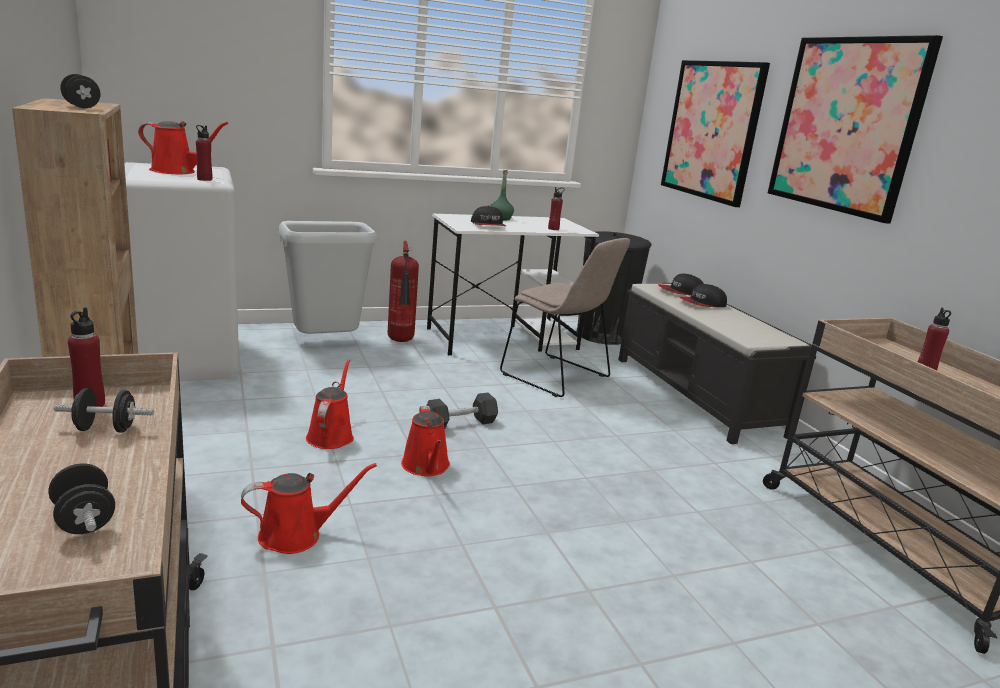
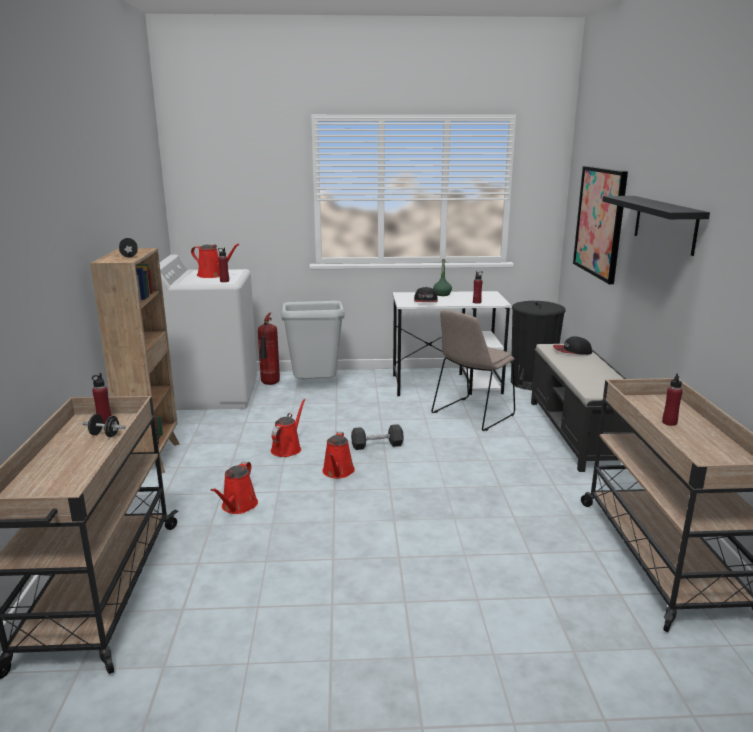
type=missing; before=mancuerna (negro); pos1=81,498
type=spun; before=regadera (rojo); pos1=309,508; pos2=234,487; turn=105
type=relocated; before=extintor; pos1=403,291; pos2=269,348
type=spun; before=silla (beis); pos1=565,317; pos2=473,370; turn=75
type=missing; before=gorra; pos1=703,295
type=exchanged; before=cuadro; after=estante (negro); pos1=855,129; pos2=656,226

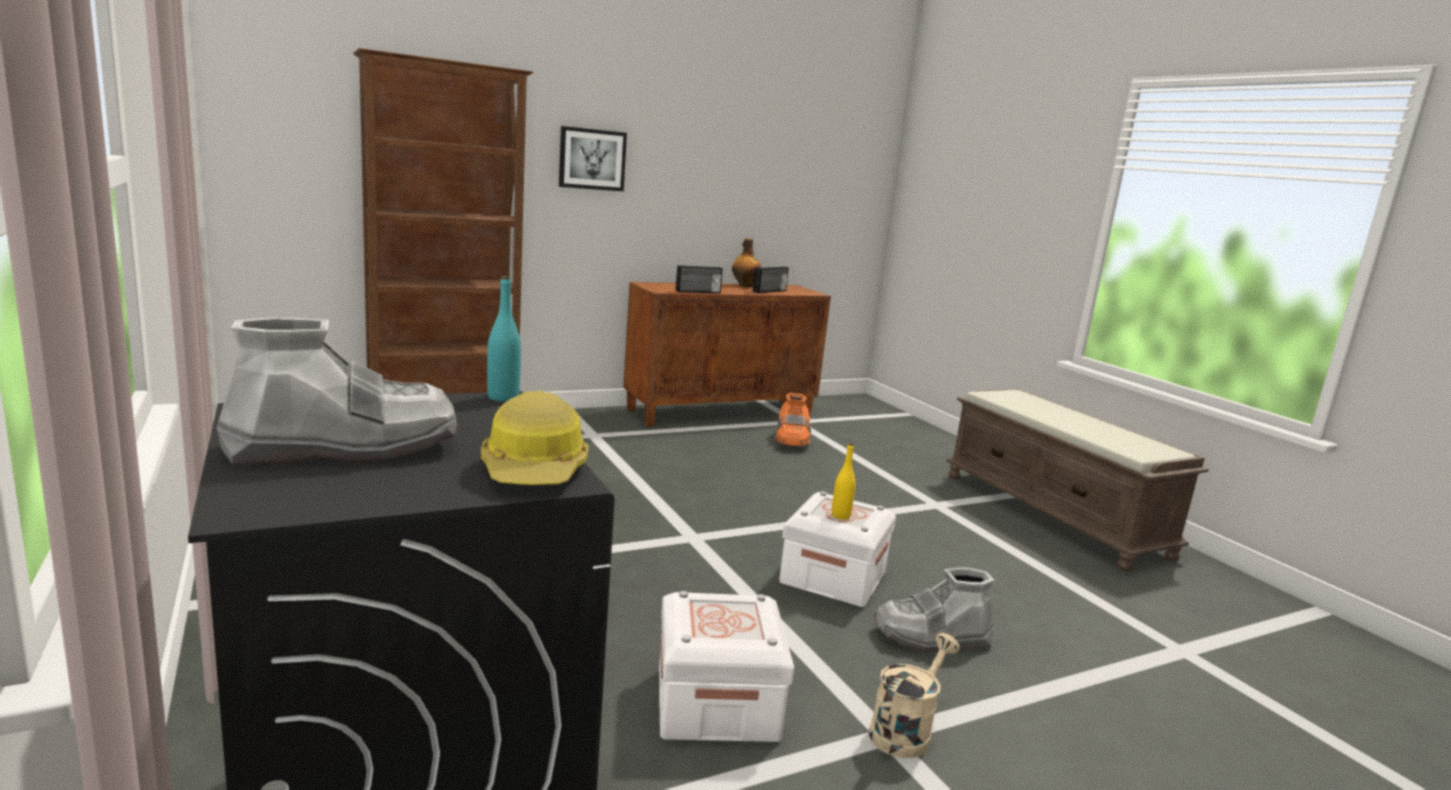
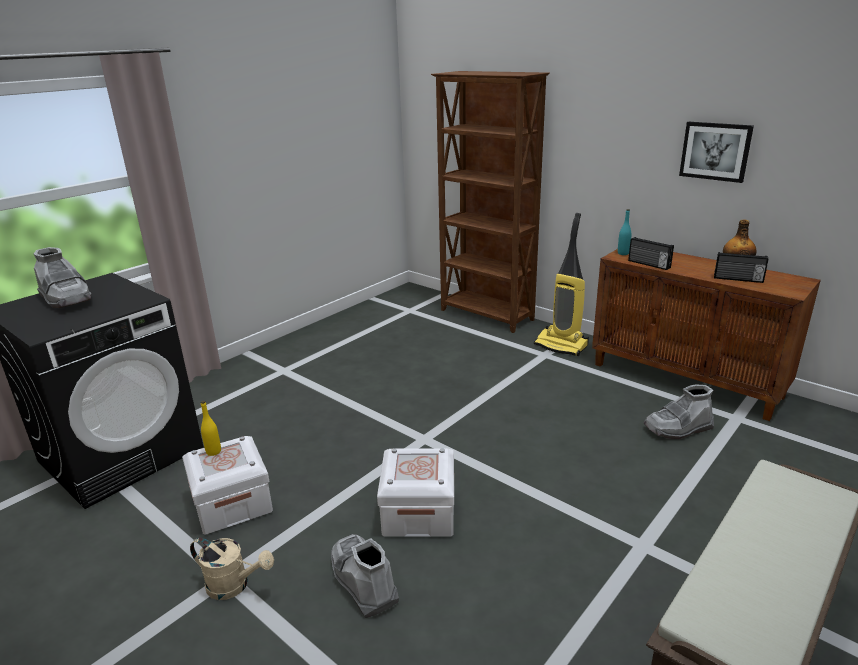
type=missing; before=casco; pos1=535,437
type=relocated; before=botella (turquesa); pos1=504,339; pos2=624,232
type=relocated; before=cuadro; pos1=593,158; pos2=716,152
type=colour; before=bota (naranja); after=bota (gris); pos1=793,420; pos2=679,411
type=relocated; before=botella (amarillo); pos1=844,481; pos2=211,428
type=appeared; after=aspiradora; pos2=561,284

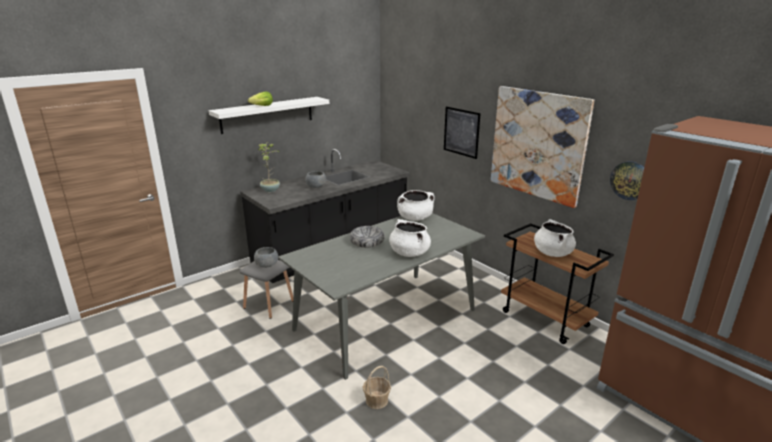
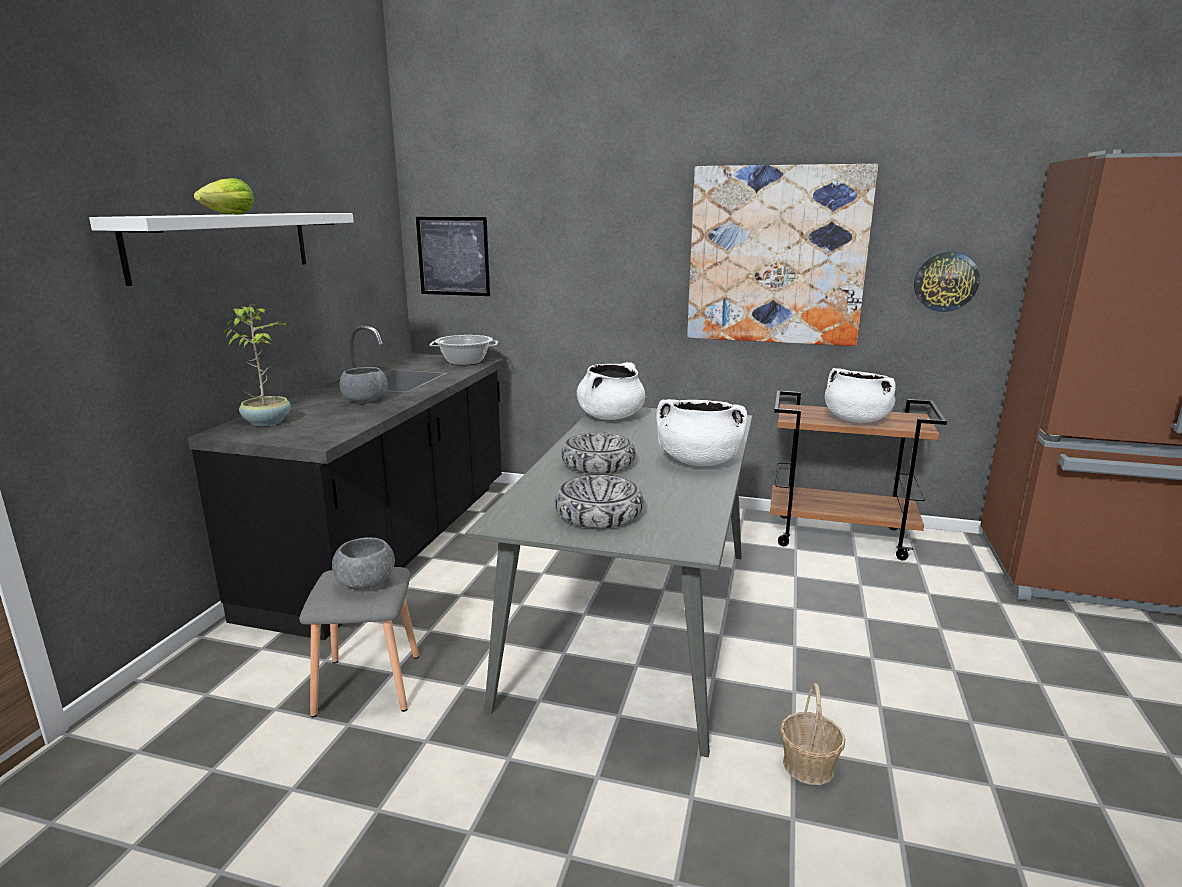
type=relocated; before=cuadro; pos1=462,132; pos2=453,256
type=appeared; after=olla; pos2=463,350
type=appeared; after=cuenco; pos2=599,501

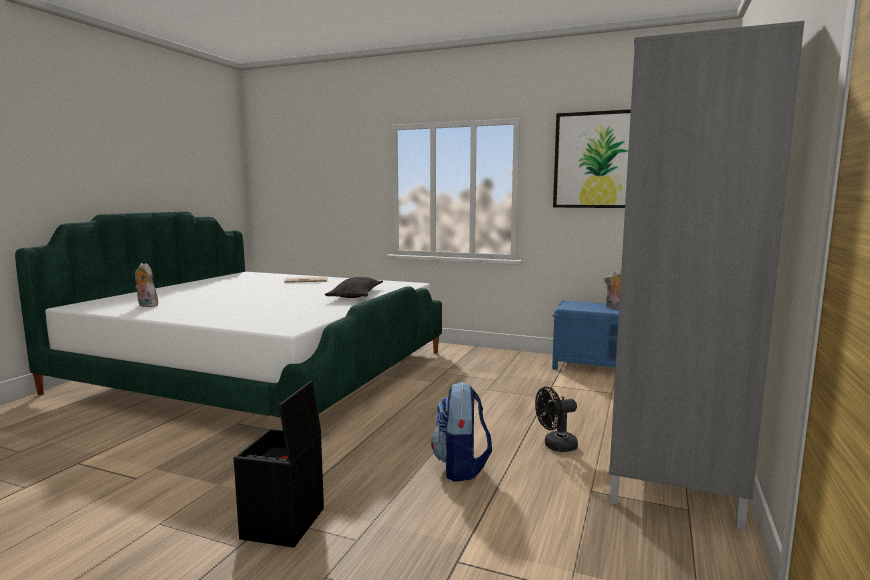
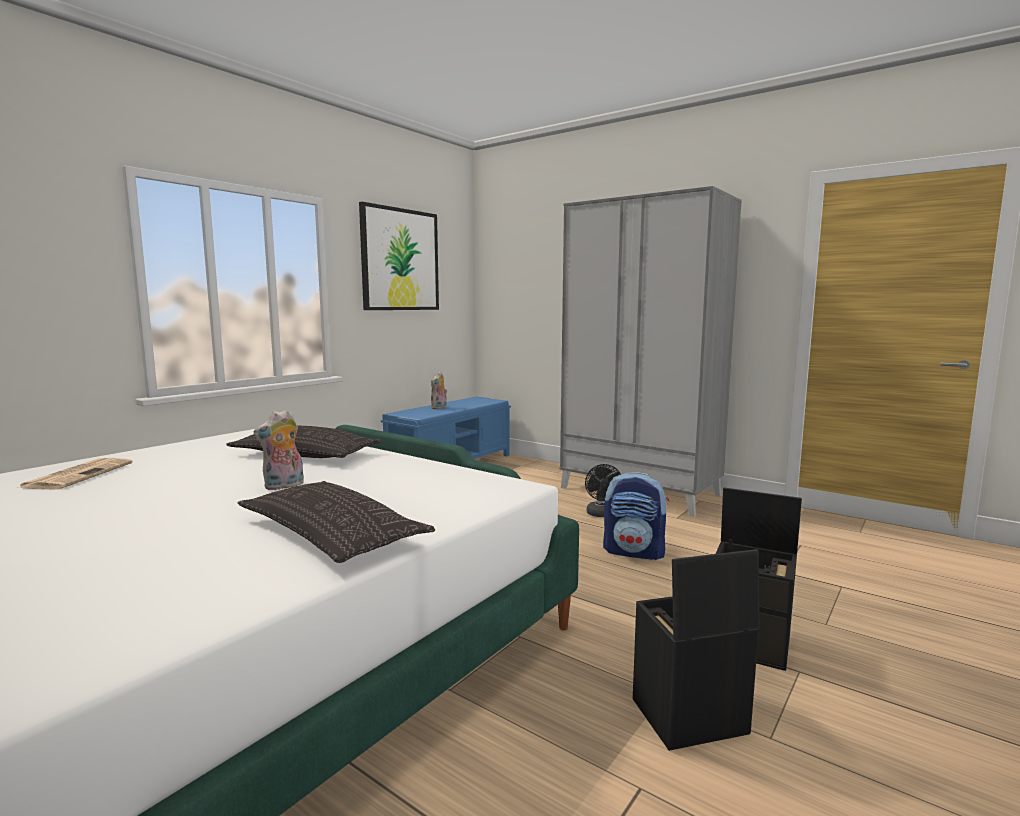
type=relocated; before=peluche; pos1=146,285; pos2=278,449
type=appeared; after=cojín; pos2=336,522
type=appeared; after=caja de almacenaje (negro); pos2=696,650

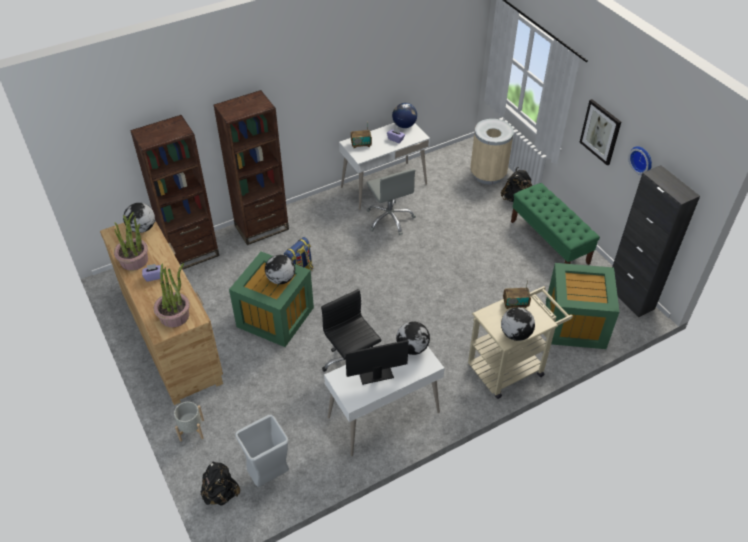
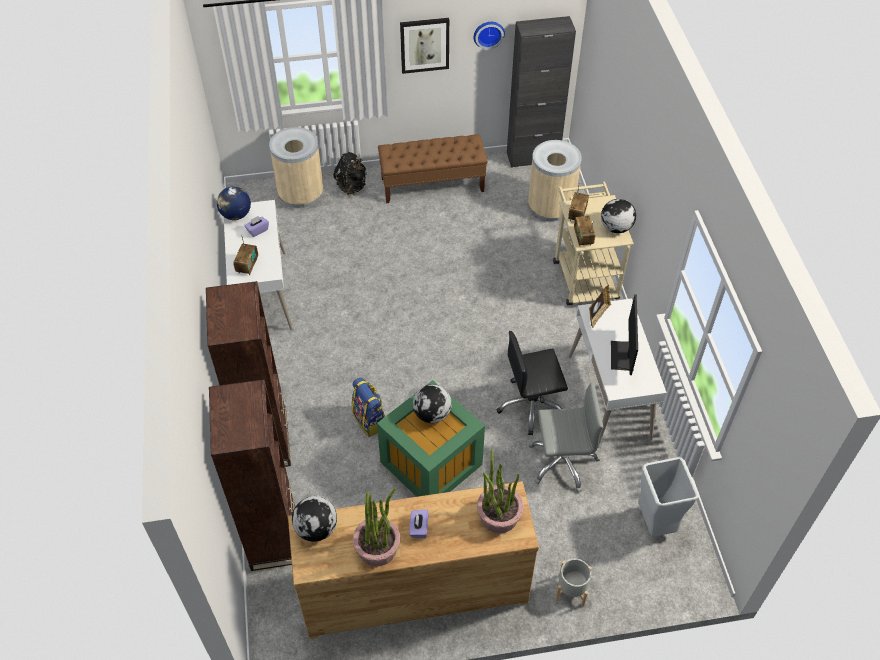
type=missing; before=mochila (negro); pos1=220,483
type=relocated; before=silla de oficina (gris); pos1=391,202; pos2=566,437
type=exchanged; before=globo terráqueo; after=portarretratos; pos1=413,338; pos2=600,306
type=colour; before=banco (verde); after=banco (marrón); pos1=555,224; pos2=433,168
type=exchanged; before=caja de almacenaje (verde); after=papelera (beis); pos1=582,306; pos2=555,180
type=appeared; after=radio; pos2=584,231

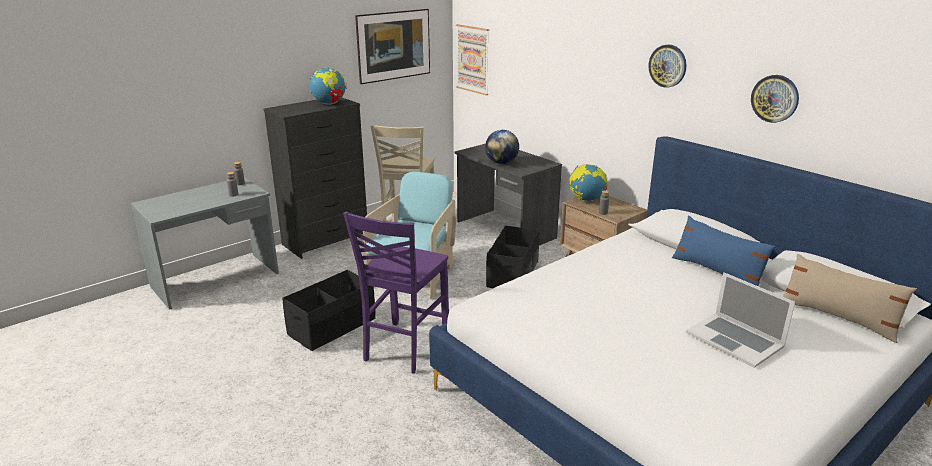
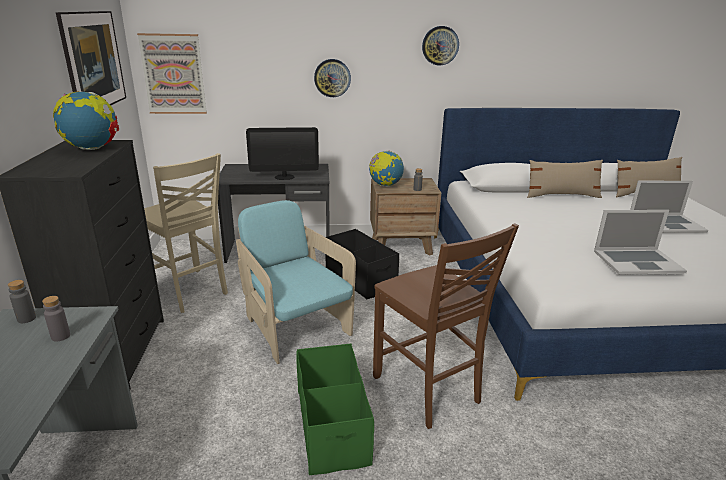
type=colour; before=caja de almacenaje (negro); after=caja de almacenaje (verde); pos1=329,310; pos2=335,409
type=colour; before=silla (morado); after=silla (marrón); pos1=396,292; pos2=446,326
type=exchanged; before=globo terráqueo; after=monitor; pos1=502,147; pos2=282,153
type=colour; before=cojín (azul); after=cojín (beis); pos1=724,250; pos2=565,179
type=relocated; before=reloj de pared; pos1=775,99; pos2=332,78
type=appeared; after=portátil; pos2=640,242

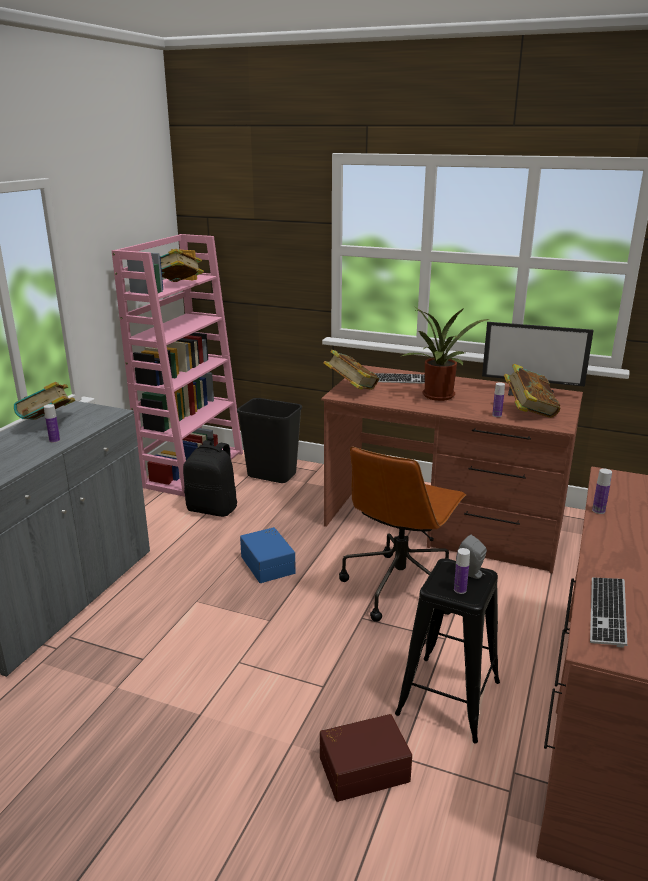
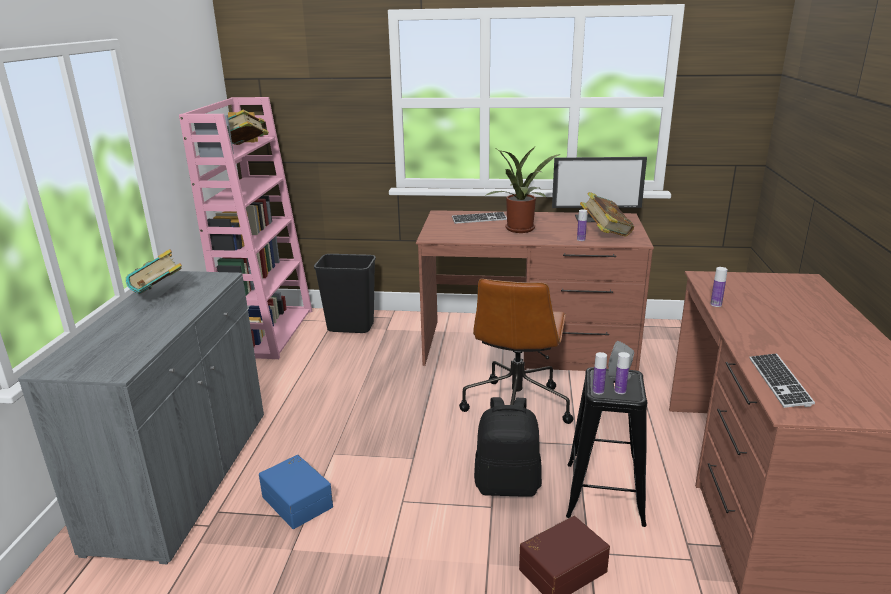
type=relocated; before=botella; pos1=52,423; pos2=599,373
type=relocated; before=mochila (negro); pos1=210,478; pos2=508,447
type=relocated; before=caja de almacenaje (azul); pos1=268,555; pos2=296,492
type=missing; before=libro; pos1=351,370

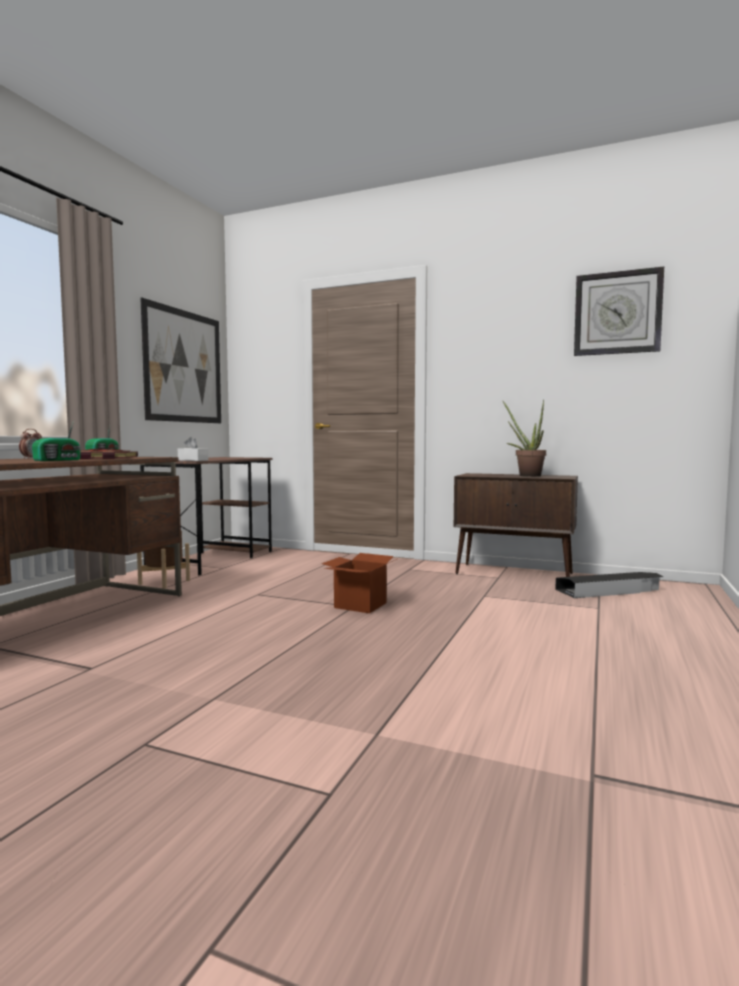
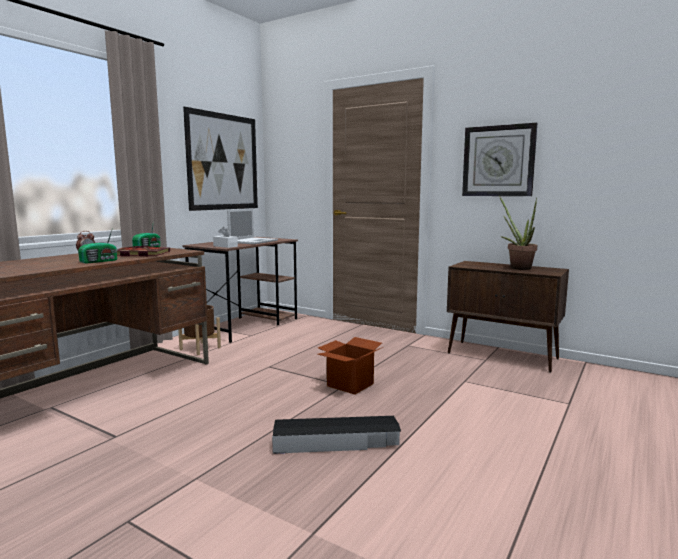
type=relocated; before=caja de almacenaje (negro); pos1=609,585; pos2=336,435
type=relocated; before=reloj de pared; pos1=619,311; pos2=499,159
type=appeared; after=portátil; pos2=252,226

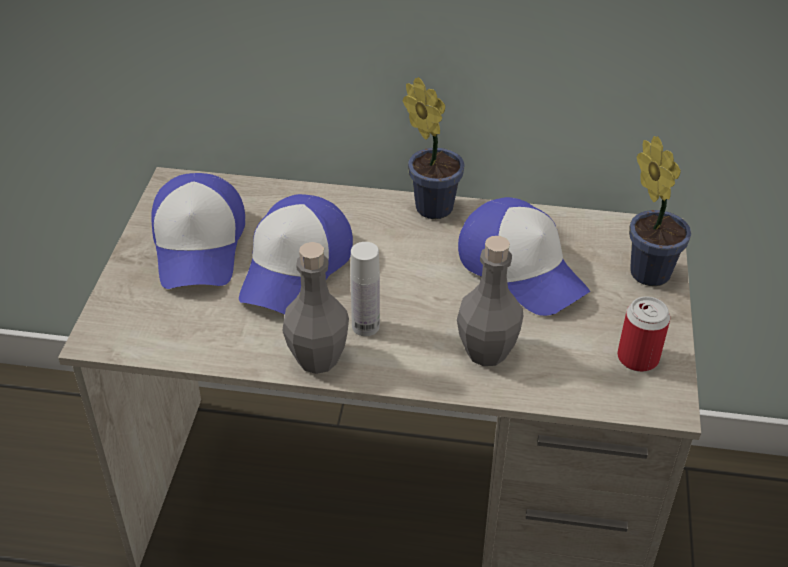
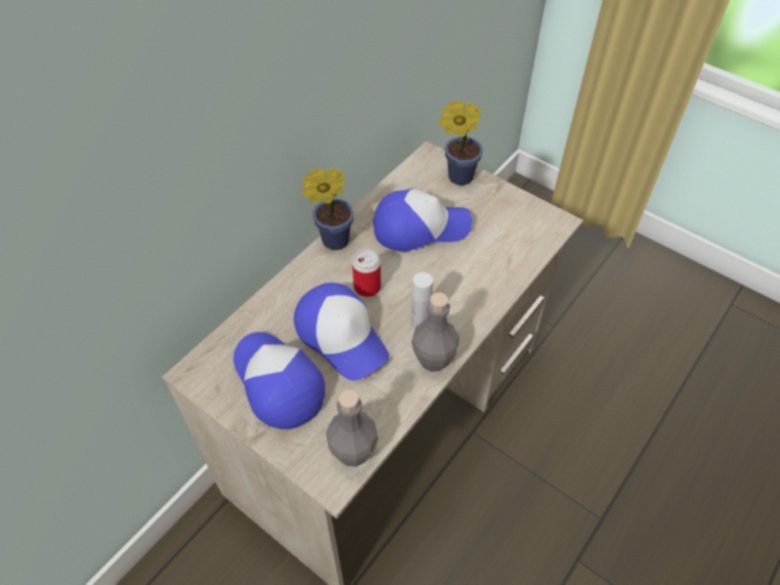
type=spun; before=gorra; pos1=198,231; pos2=279,380; turn=-150
type=relocated; before=botella (gris); pos1=490,301; pos2=352,428
type=relocated; before=lata; pos1=643,334; pos2=366,273

